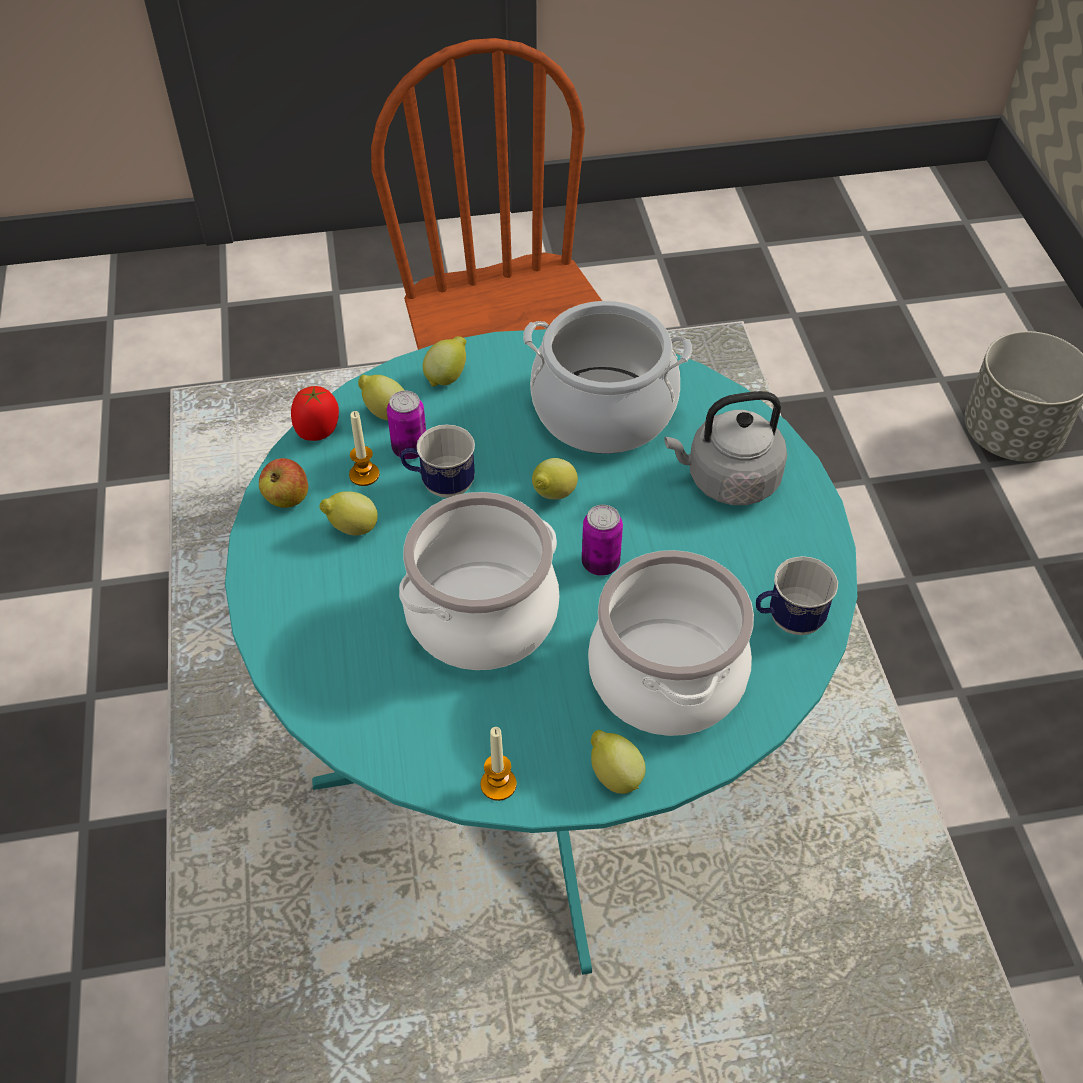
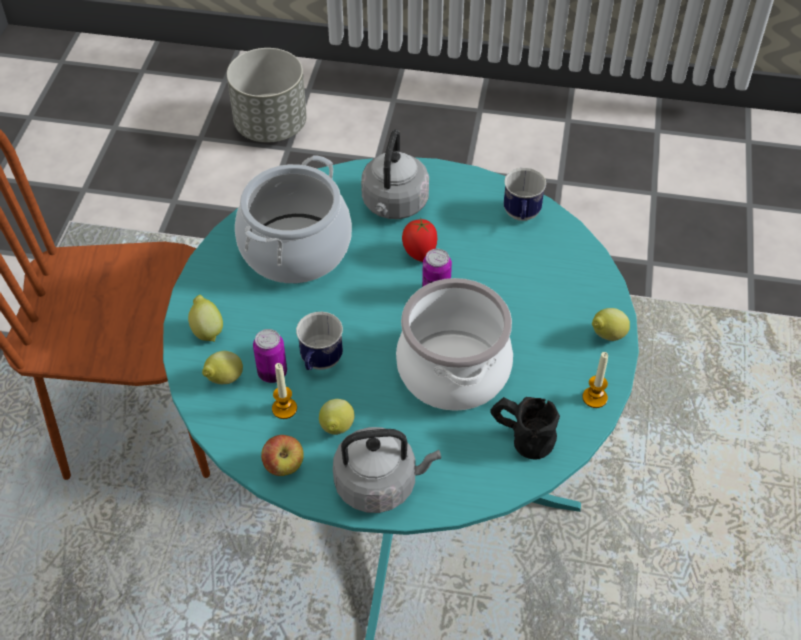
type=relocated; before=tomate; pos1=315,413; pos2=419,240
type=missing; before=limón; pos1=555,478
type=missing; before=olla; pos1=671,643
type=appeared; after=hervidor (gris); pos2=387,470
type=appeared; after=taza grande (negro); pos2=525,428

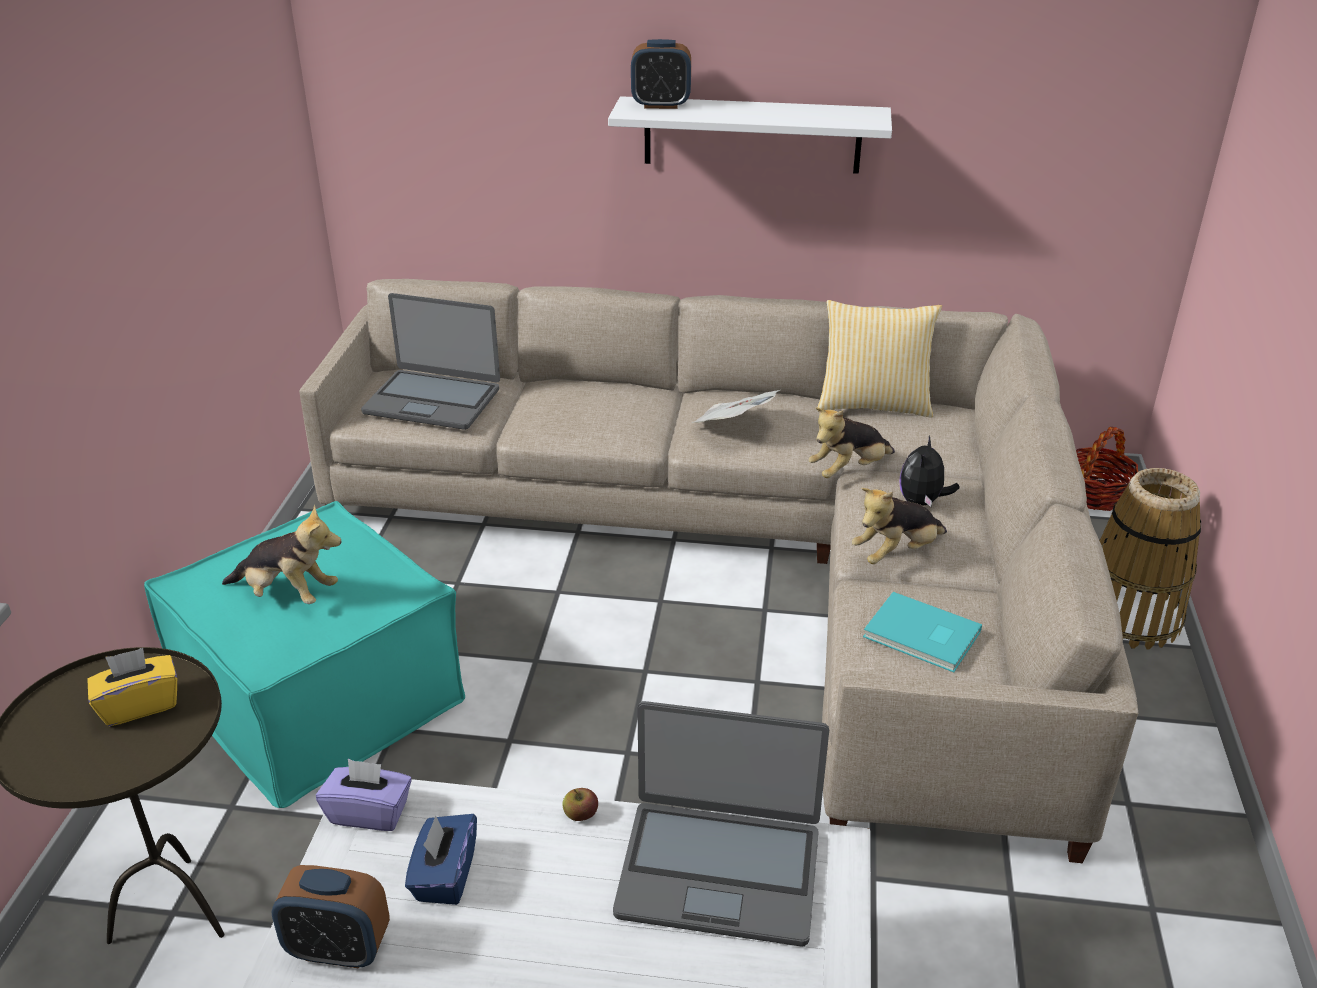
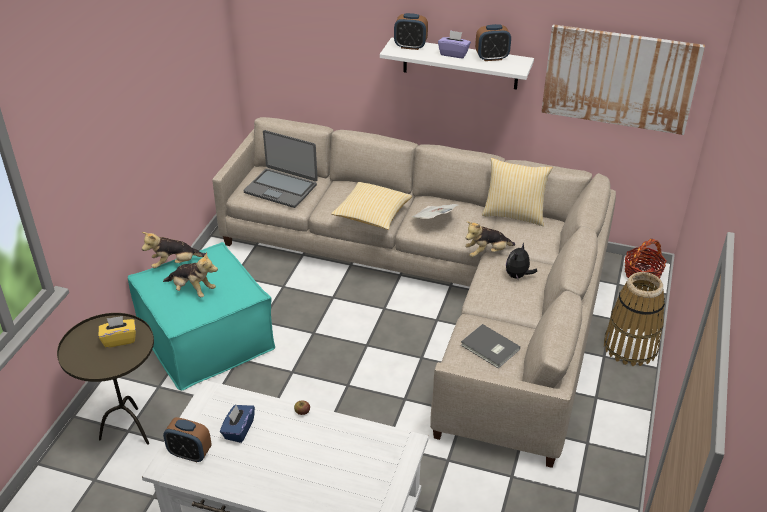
type=relocated; before=caja de pañuelos (morado); pos1=364,795; pos2=454,44
type=missing; before=portátil; pos1=721,823
type=relocated; before=peluche; pos1=899,526; pos2=174,250
type=colour; before=libro (turquesa); after=libro (gris); pos1=922,632; pos2=490,346
type=appeared; after=cojín; pos2=371,206
type=appeared; after=despertador; pos2=493,42
type=appeared; after=cuadro; pos2=623,79

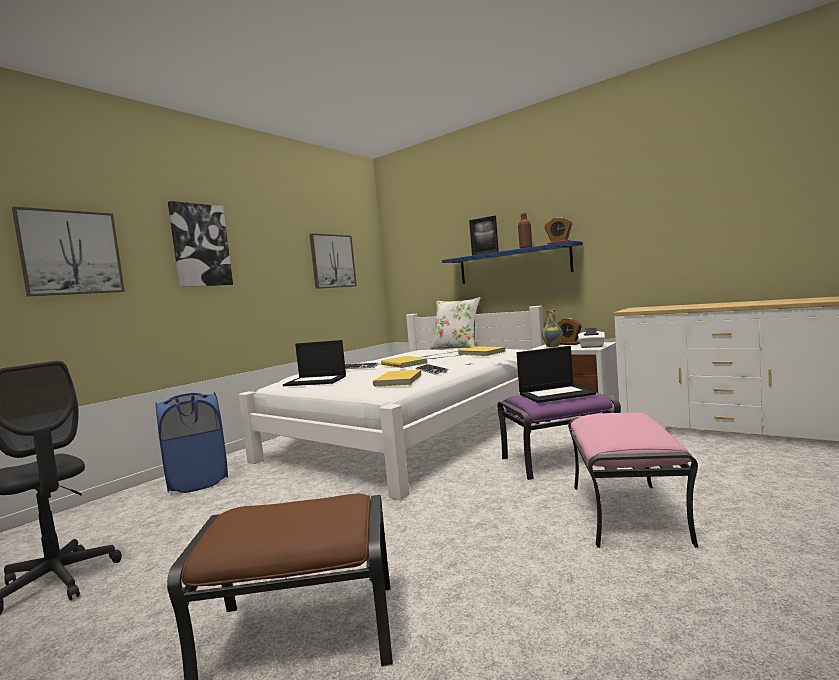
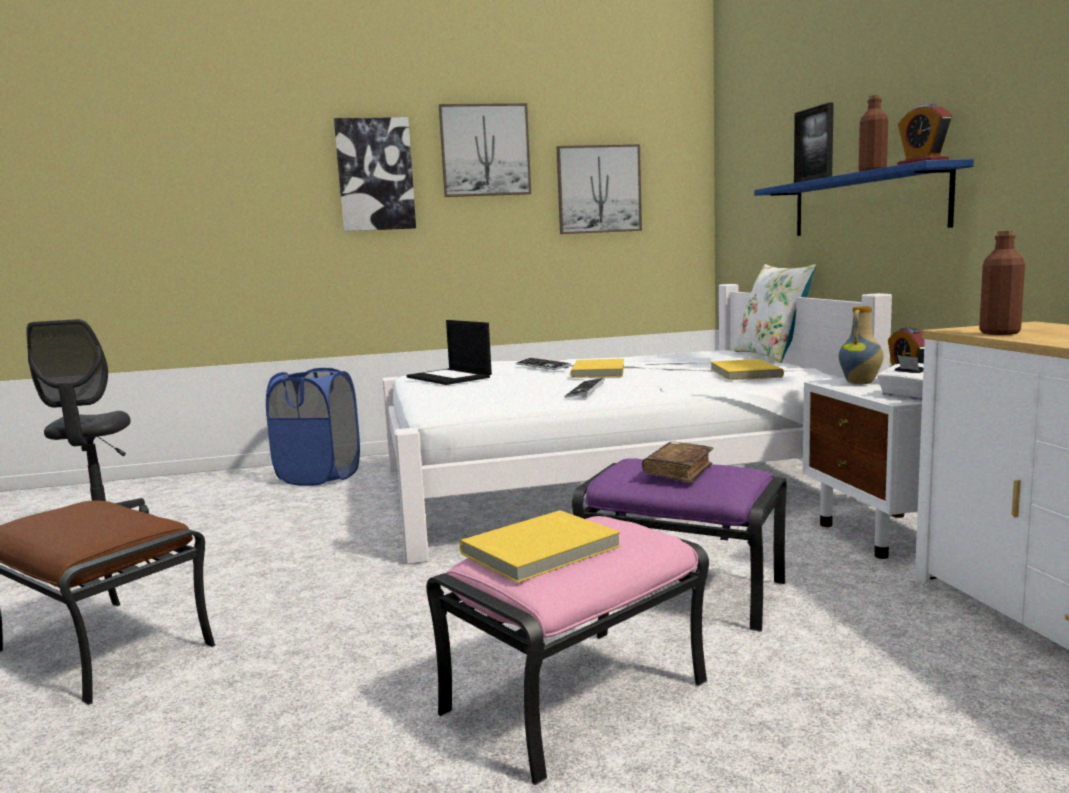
type=relocated; before=cuadro; pos1=68,251; pos2=485,150
type=relocated; before=libro (amarillo); pos1=397,378; pos2=540,546
type=exchanged; before=portátil; after=libro (marrón); pos1=556,374; pos2=678,462
type=appeared; after=botella (marrón); pos2=1002,282

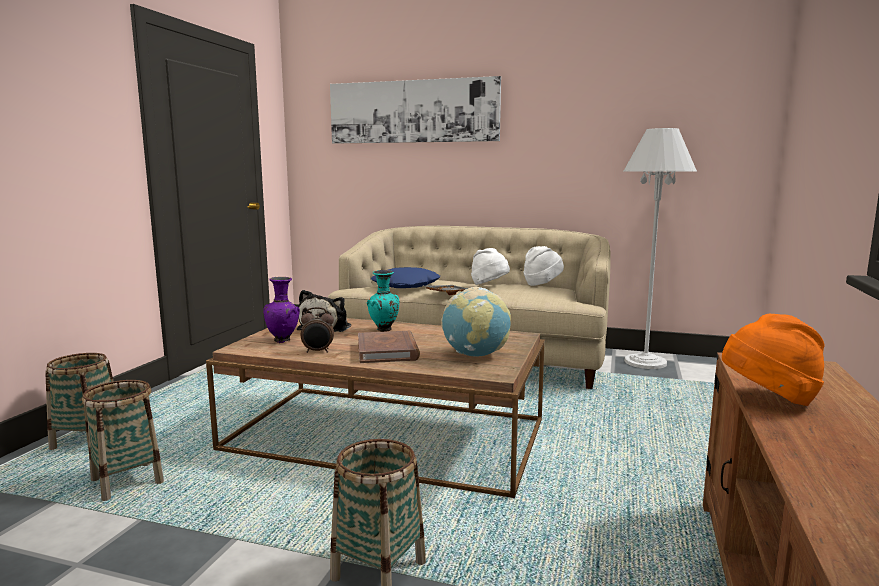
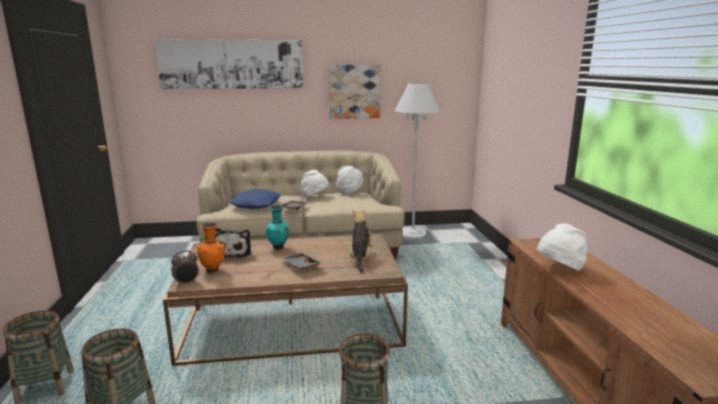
type=colour; before=florero (morado); after=florero (naranja); pos1=281,310; pos2=211,248
type=relocated; before=despertador; pos1=317,330; pos2=185,268
type=exchanged; before=libro (marrón); after=bandeja (gris); pos1=389,347; pos2=302,261
type=exchanged; before=globo terráqueo; after=peluche; pos1=476,322; pos2=362,241
type=colour; before=sombrero (naranja); after=sombrero (blanco); pos1=773,360; pos2=562,247
type=appeared; after=cuadro; pos2=354,91

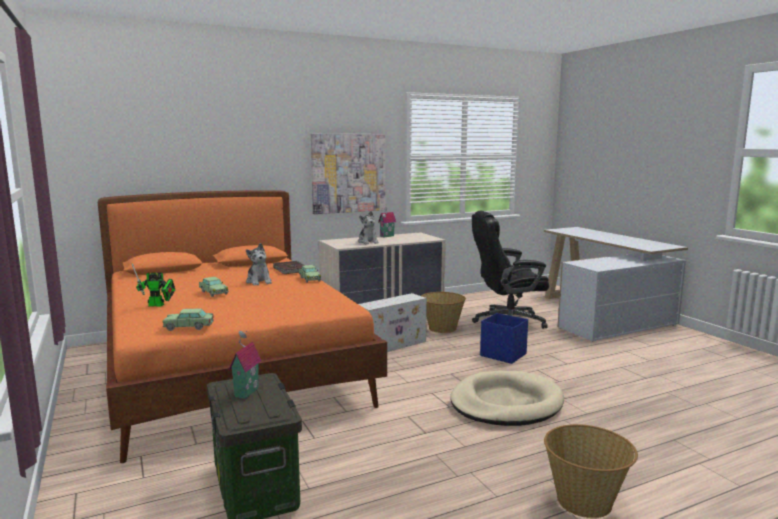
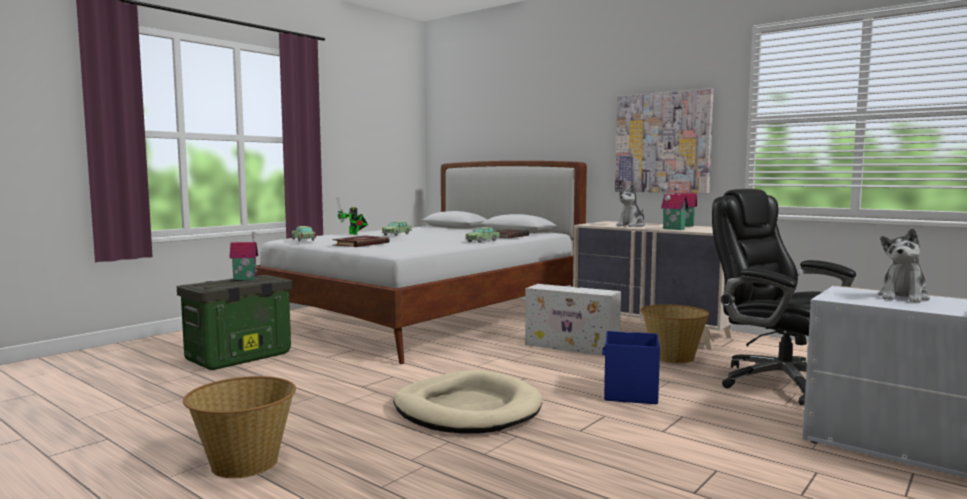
type=colour; before=cama (naranja); after=cama (blanco); pos1=242,326; pos2=421,262
type=relocated; before=peluche; pos1=259,264; pos2=904,265
type=appeared; after=libro; pos2=361,241
type=appeared; after=casita; pos2=675,207

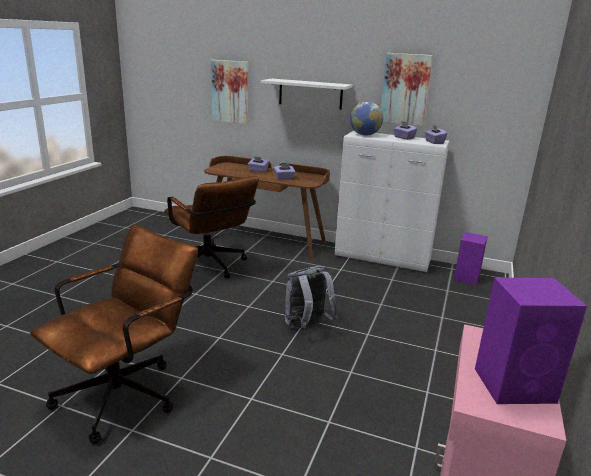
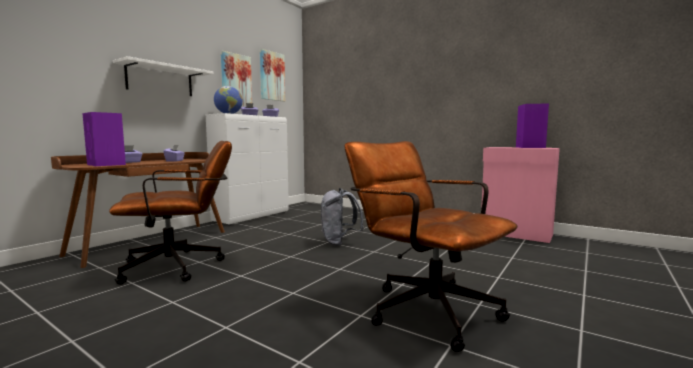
type=relocated; before=cuadro; pos1=229,92; pos2=272,75
type=relocated; before=altavoz (morado); pos1=471,258; pos2=104,139

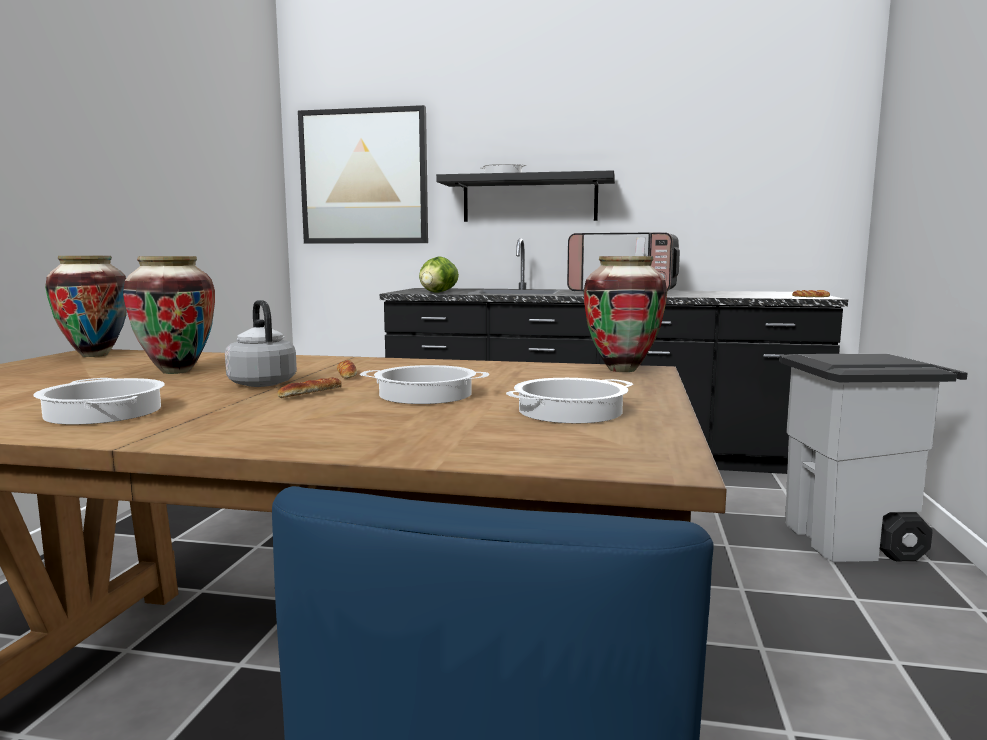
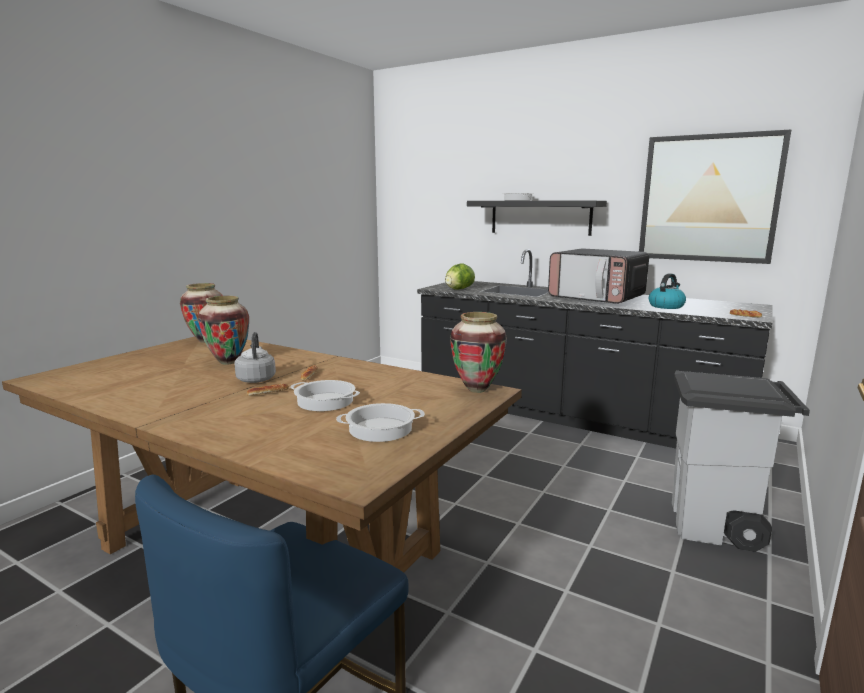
type=missing; before=olla; pos1=99,401
type=relocated; before=cuadro; pos1=363,174; pos2=715,197
type=appeared; after=hervidor; pos2=667,291

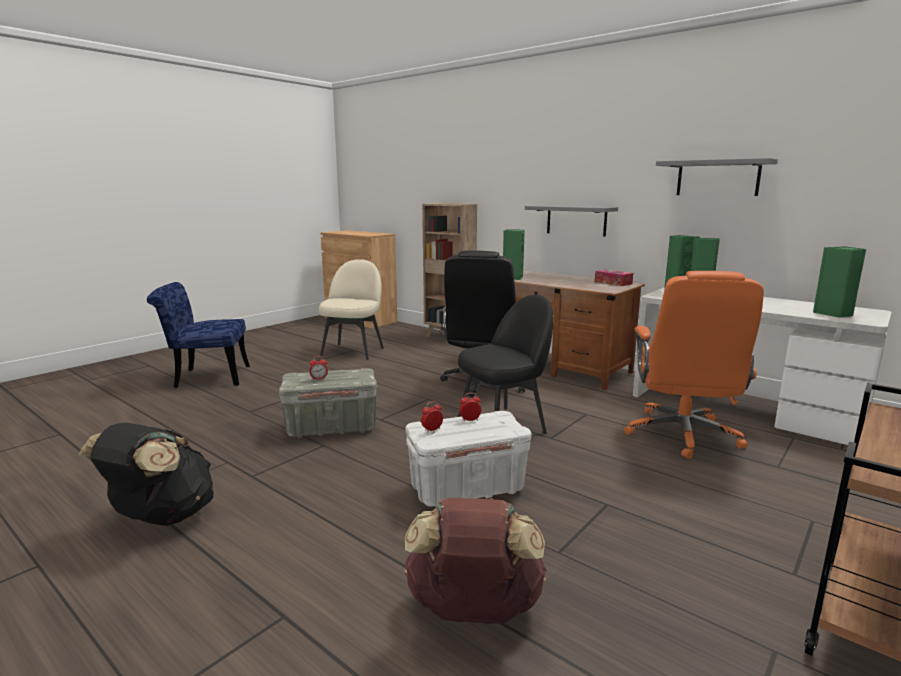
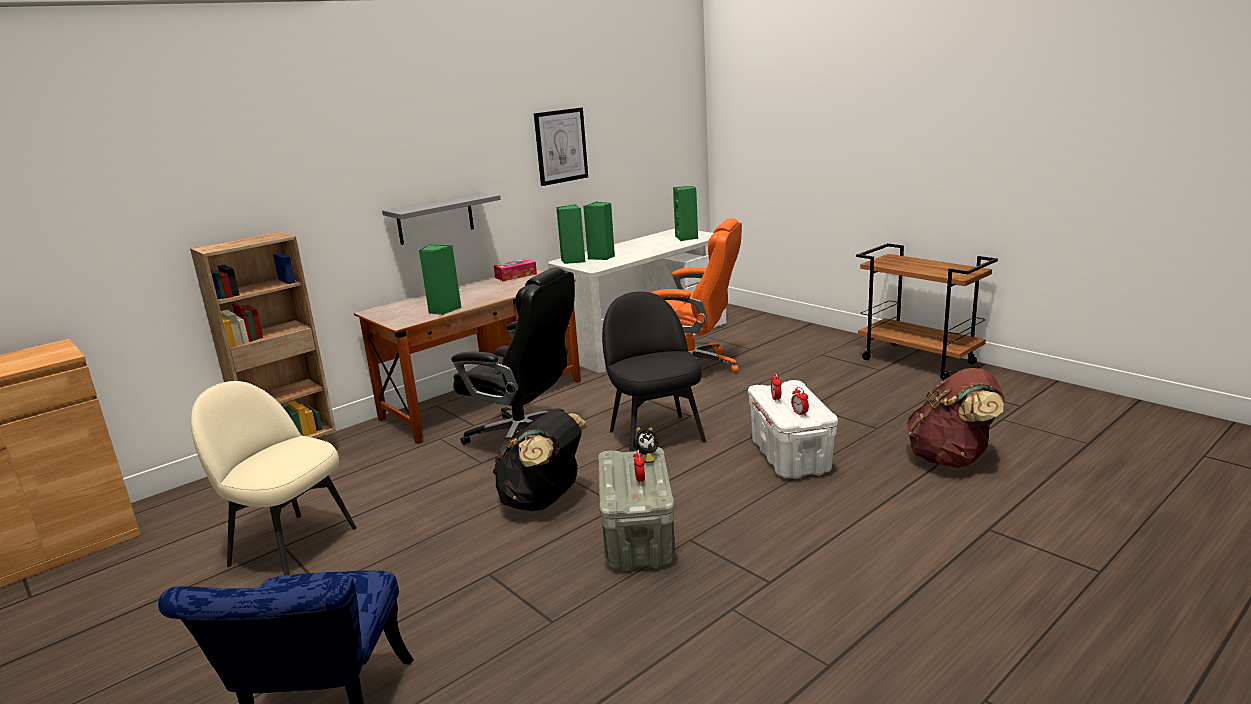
type=relocated; before=mochila (negro); pos1=146,474; pos2=540,460
type=exchanged; before=estante (gris); after=cuadro; pos1=717,177; pos2=561,146
type=appeared; after=despertador; pos2=645,445

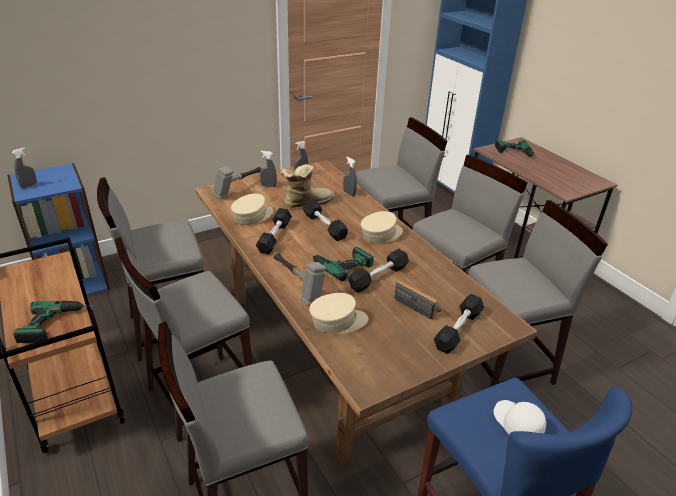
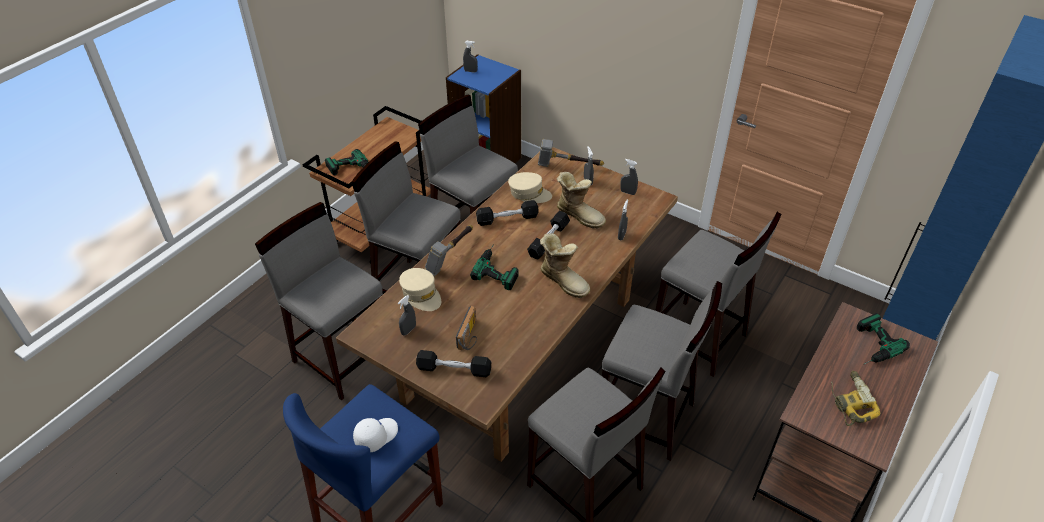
type=missing; before=mancuerna (negro); pos1=378,271
type=exchanged; before=gorra (beis); after=bota; pos1=382,227; pos2=565,265
type=appeared; after=pulverizador (gris); pos2=407,315
type=appeared; after=taladro; pos2=855,398

